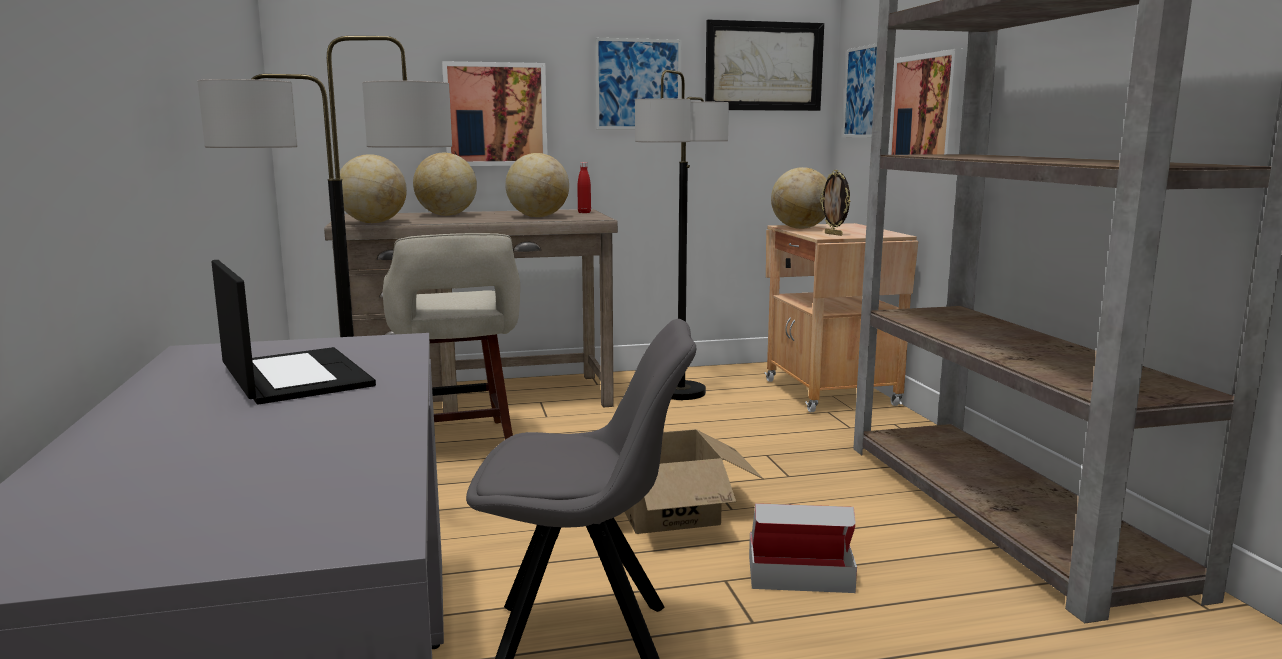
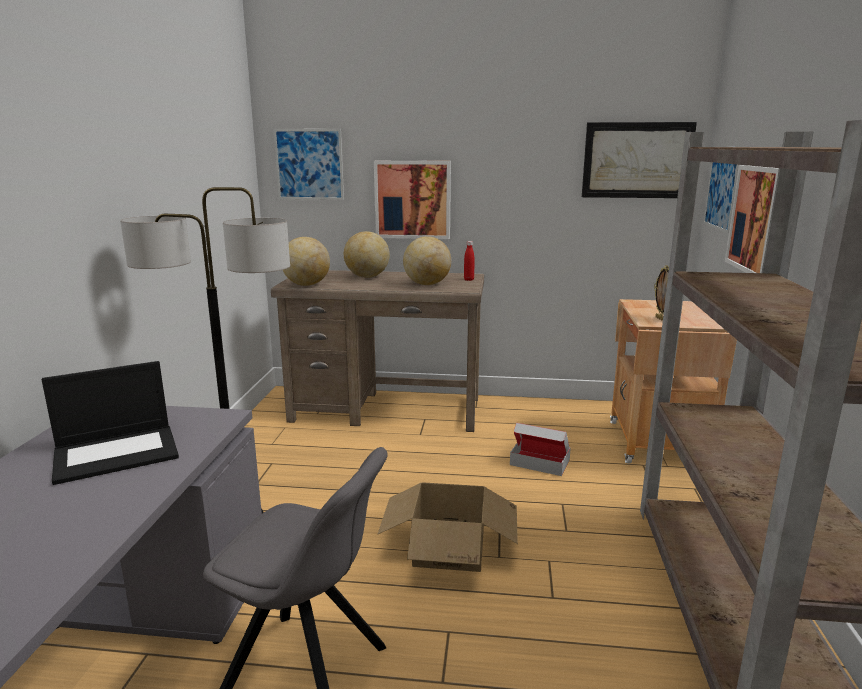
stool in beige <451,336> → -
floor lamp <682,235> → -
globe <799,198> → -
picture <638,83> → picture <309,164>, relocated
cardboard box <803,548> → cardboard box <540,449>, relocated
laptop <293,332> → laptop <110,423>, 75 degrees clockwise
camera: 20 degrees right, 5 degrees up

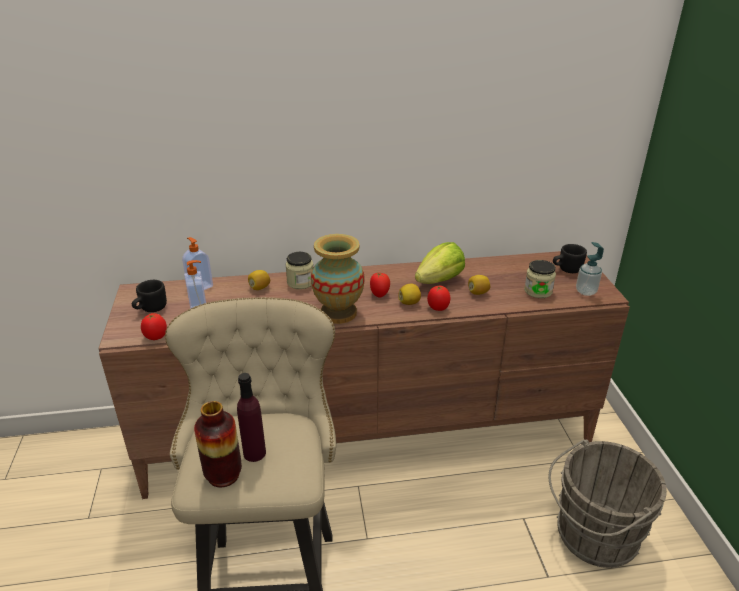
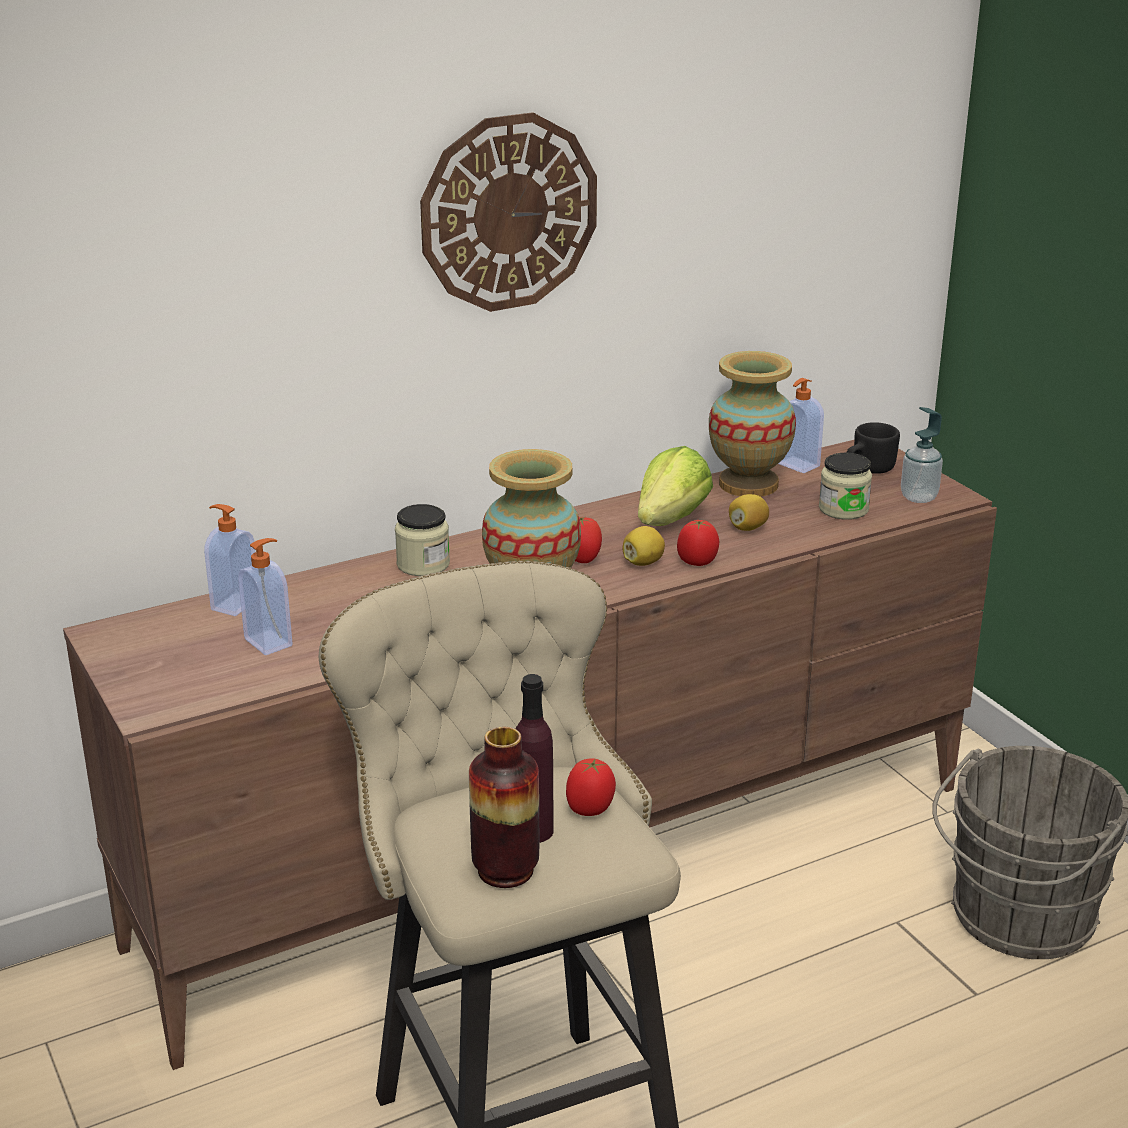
mug in black <149,296> → -
lemon <259,280> → -
- → wall clock <508,212>
- → vase <752,424>
- → soap dispenser <801,425>
tomato <154,326> → tomato <591,787>, relocated
camera: 20 degrees left, 5 degrees down

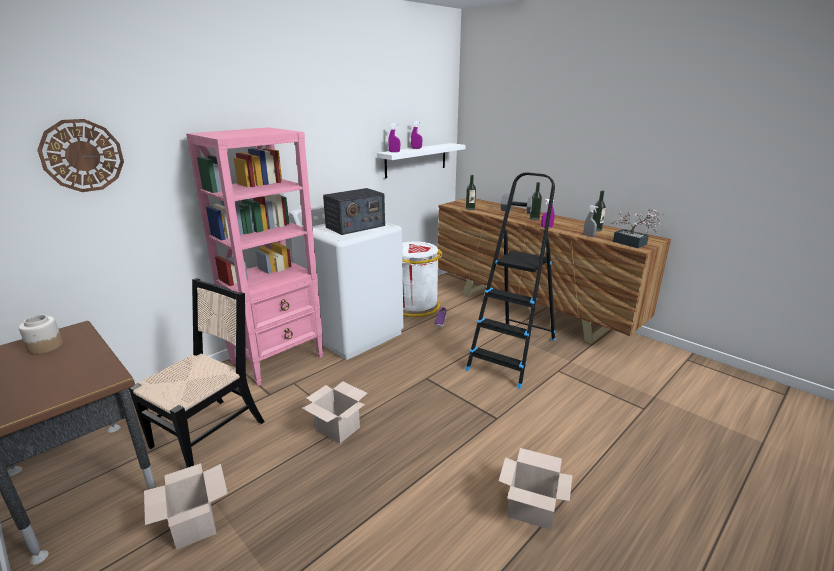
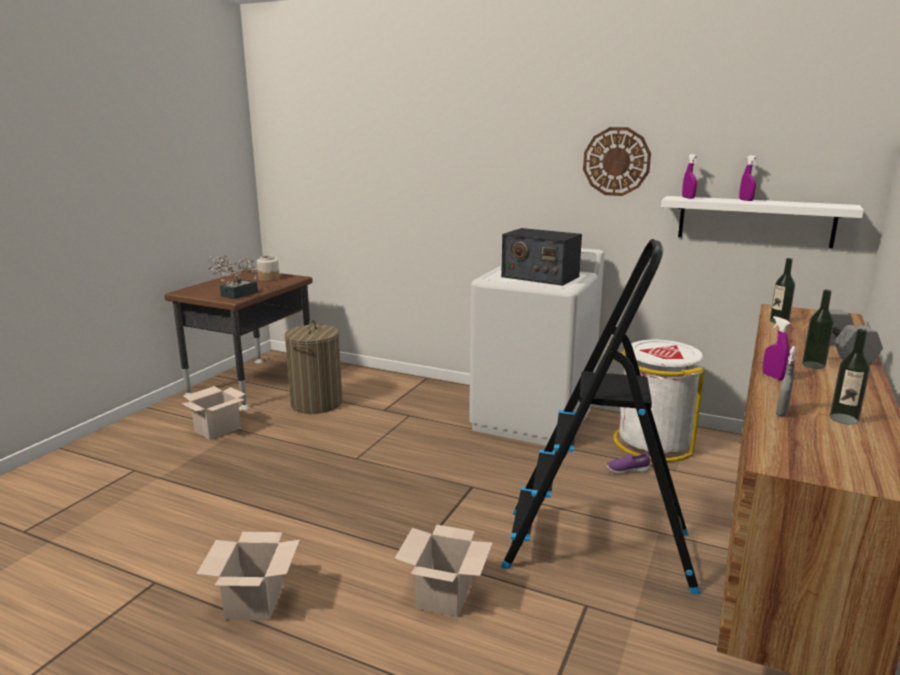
bookcase in pink <254,256> → -
wall clock <80,155> → wall clock <617,161>, relocated
cardboard box <334,412> → cardboard box <443,571>, relocated
potted plant <637,228> → potted plant <233,277>, relocated
chair <196,373> → laundry basket <313,367>
camera: 70 degrees right, 5 degrees down

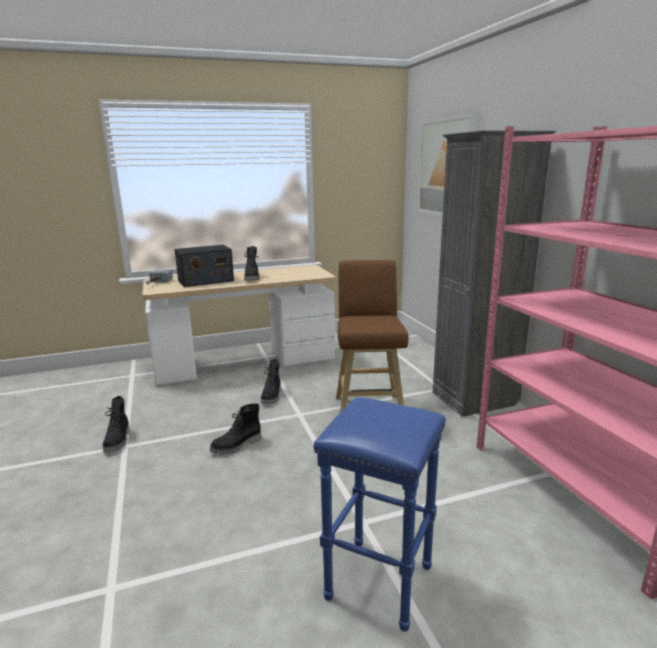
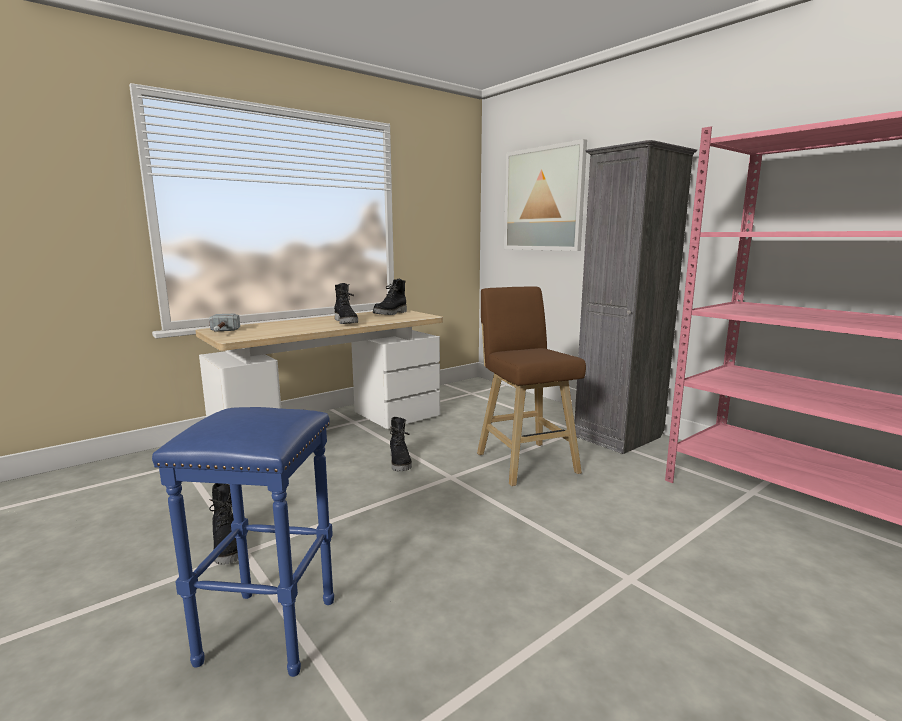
radio <204,266> → -
boot in black <235,428> → boot in black <390,297>, relocated
stool in blue <379,514> → stool in blue <243,542>, relocated
camera: 20 degrees left, 5 degrees down

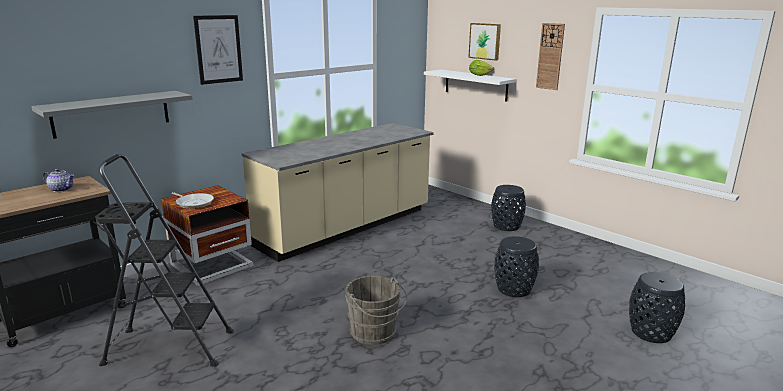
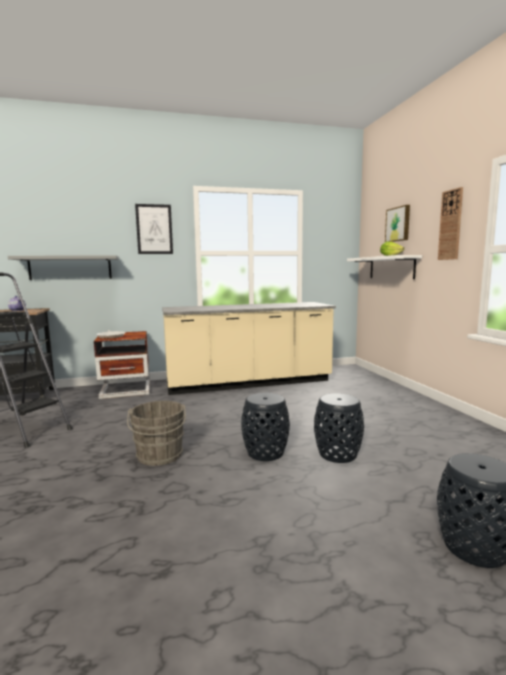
stool in black <508,208> → stool in black <265,427>, relocated
camera: 30 degrees right, 10 degrees down

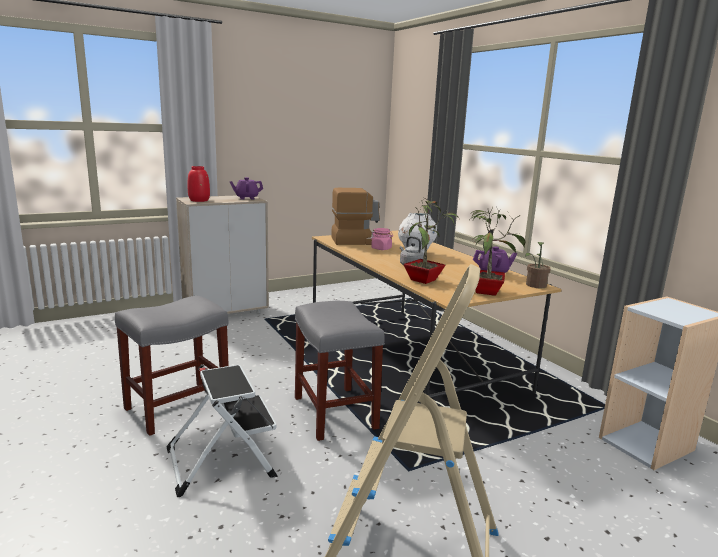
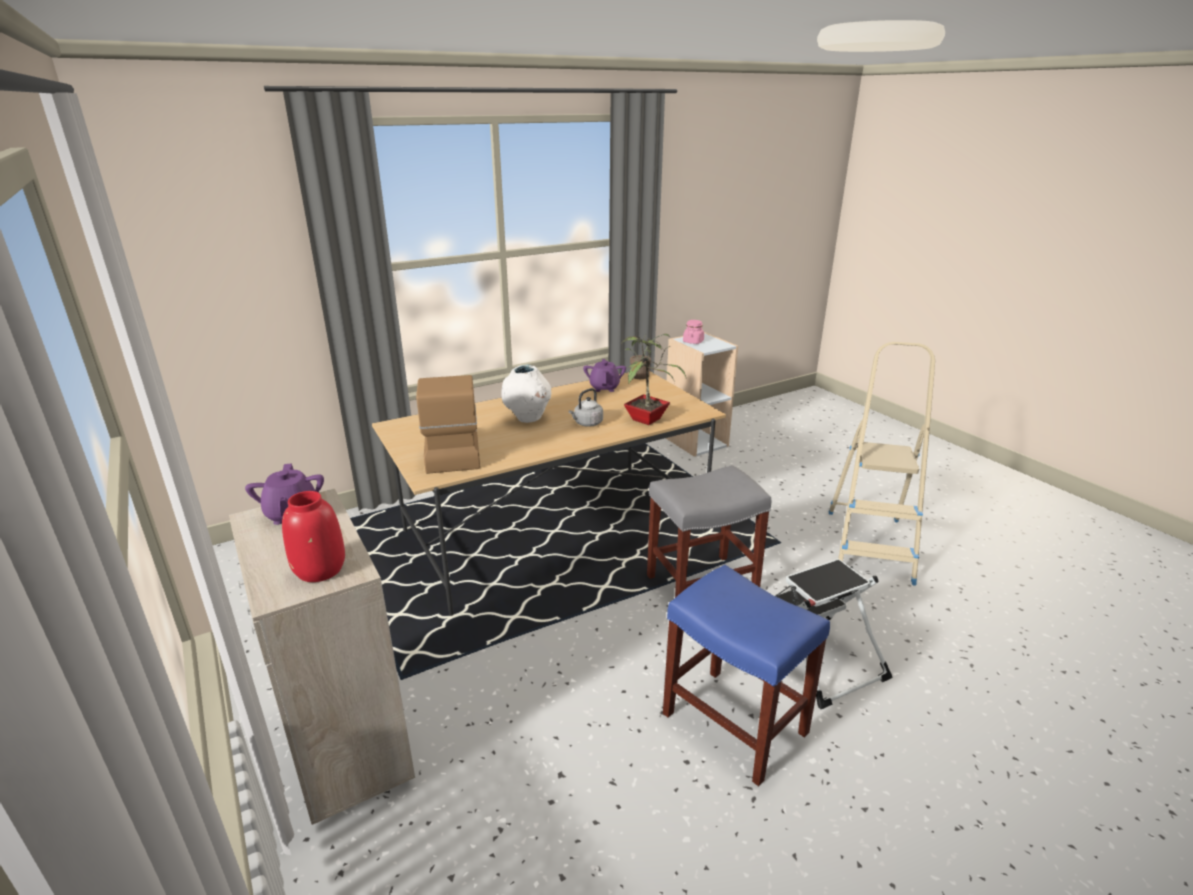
potted plant <497,251> → -
jar in pink <382,239> → jar in pink <693,332>, relocated
stool in grey <172,365> → stool in blue <746,675>
camera: 90 degrees left, 10 degrees up

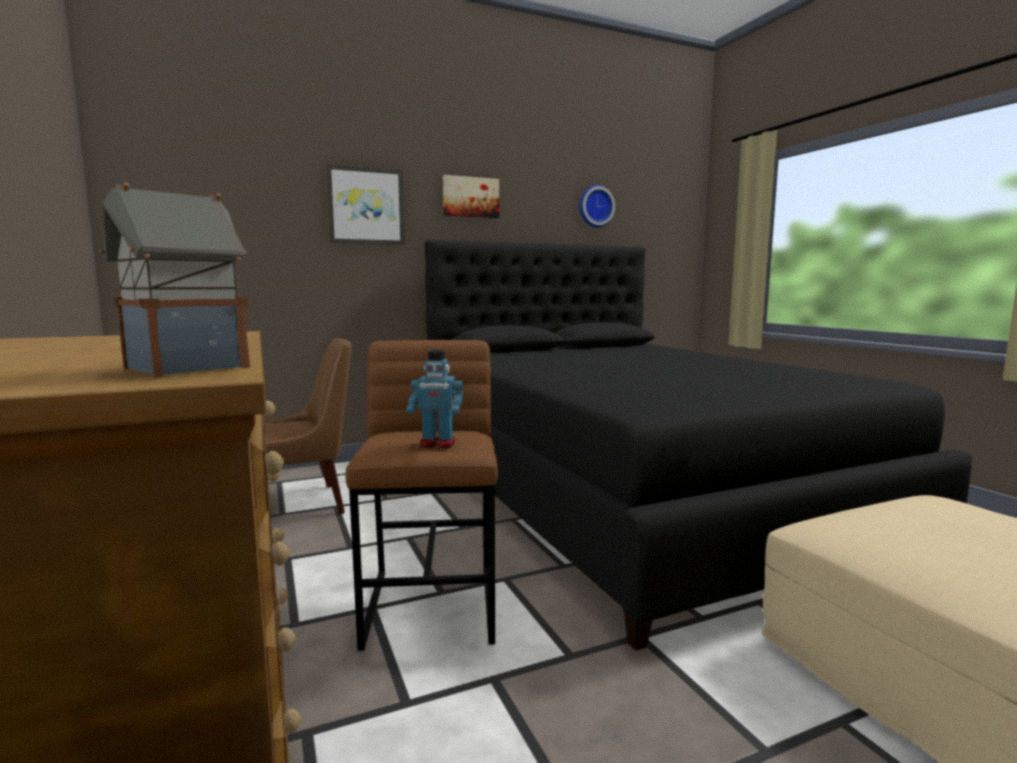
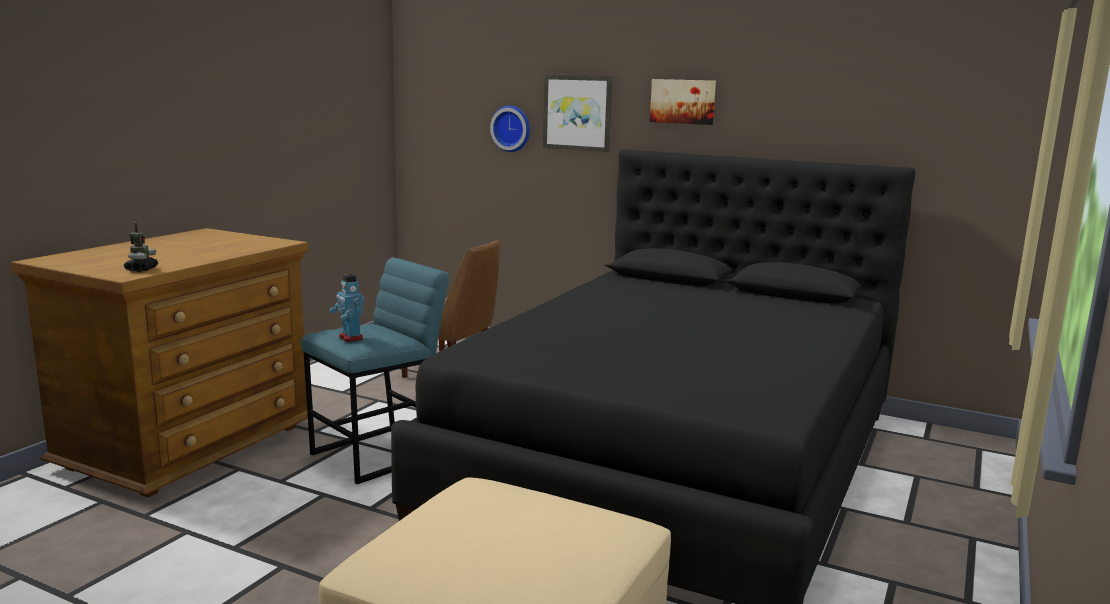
wall clock <597,206> → wall clock <510,129>, relocated
toy house <174,280> → toy robot <141,247>
stool in brown <421,495> → stool in blue <375,371>
camera: 50 degrees right, 5 degrees up

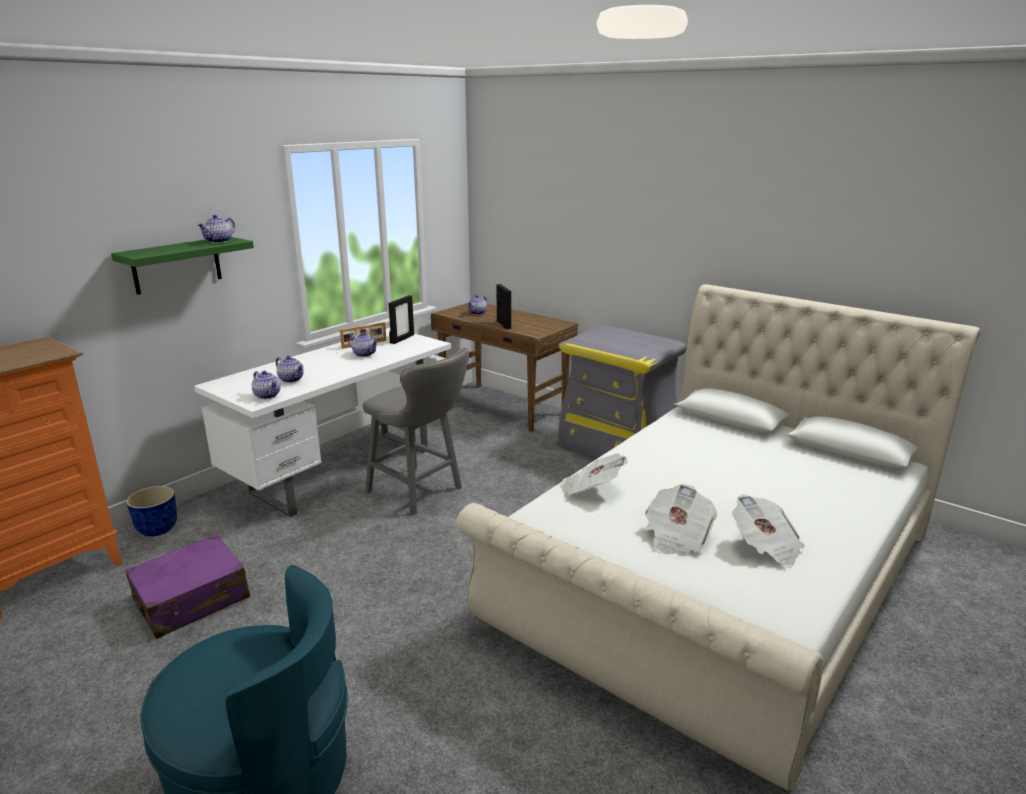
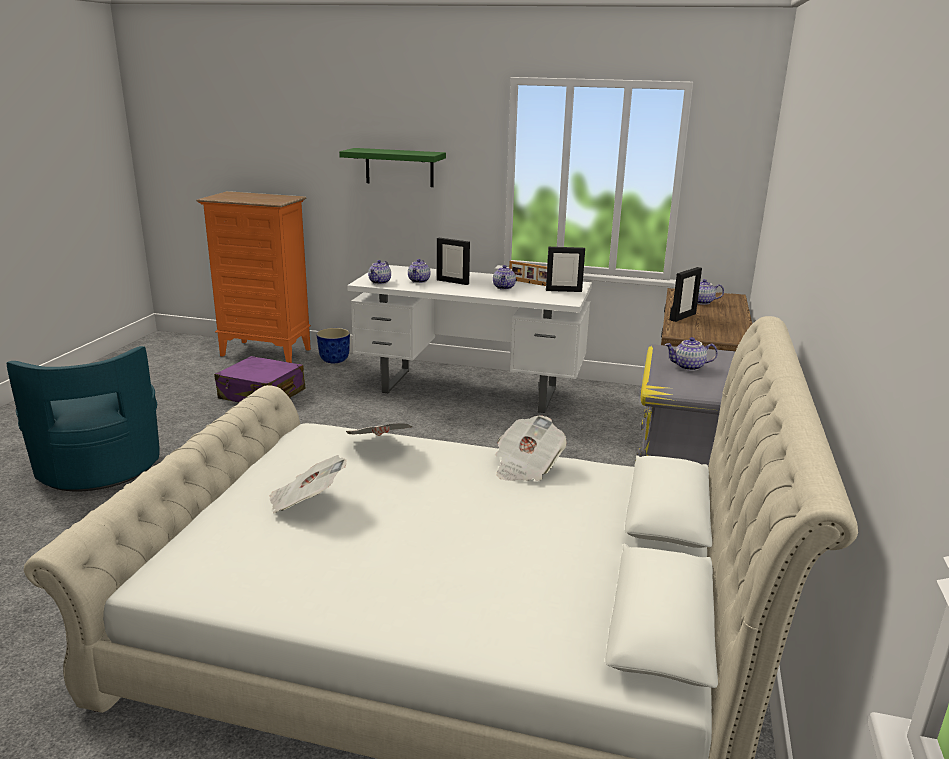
stool in grey <416,431> → -
- → picture frame <453,261>
teapot <216,229> → teapot <691,354>, relocated
newspaper <768,531> → newspaper <531,448>, relocated
camera: 65 degrees right, 0 degrees up

